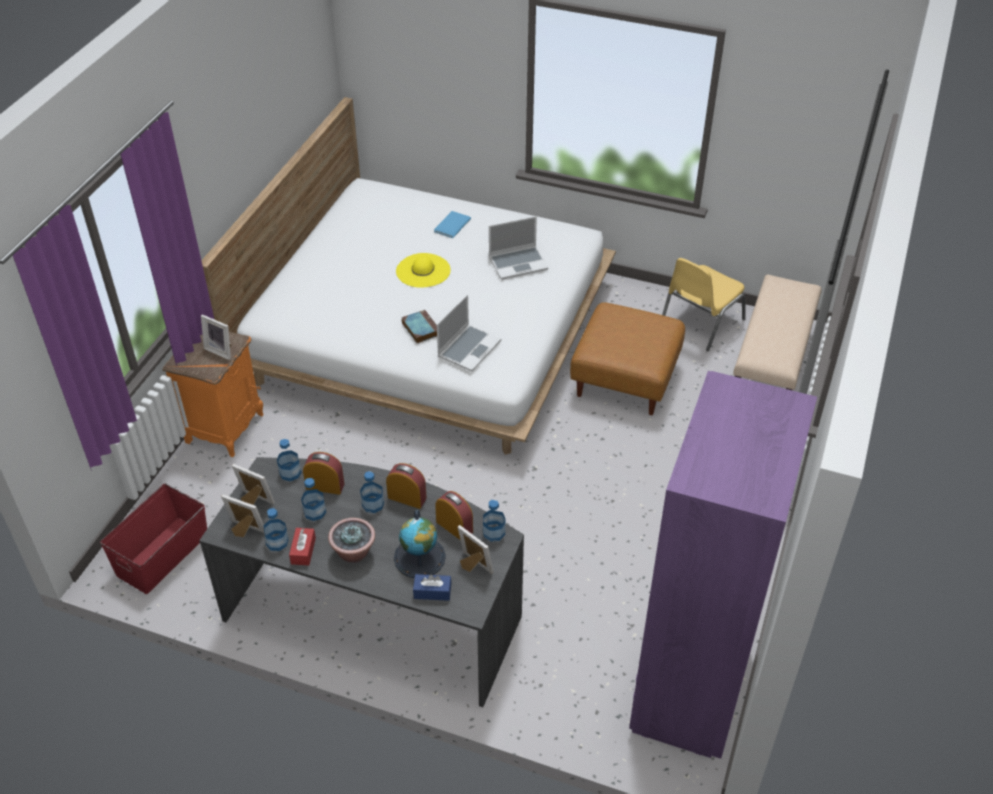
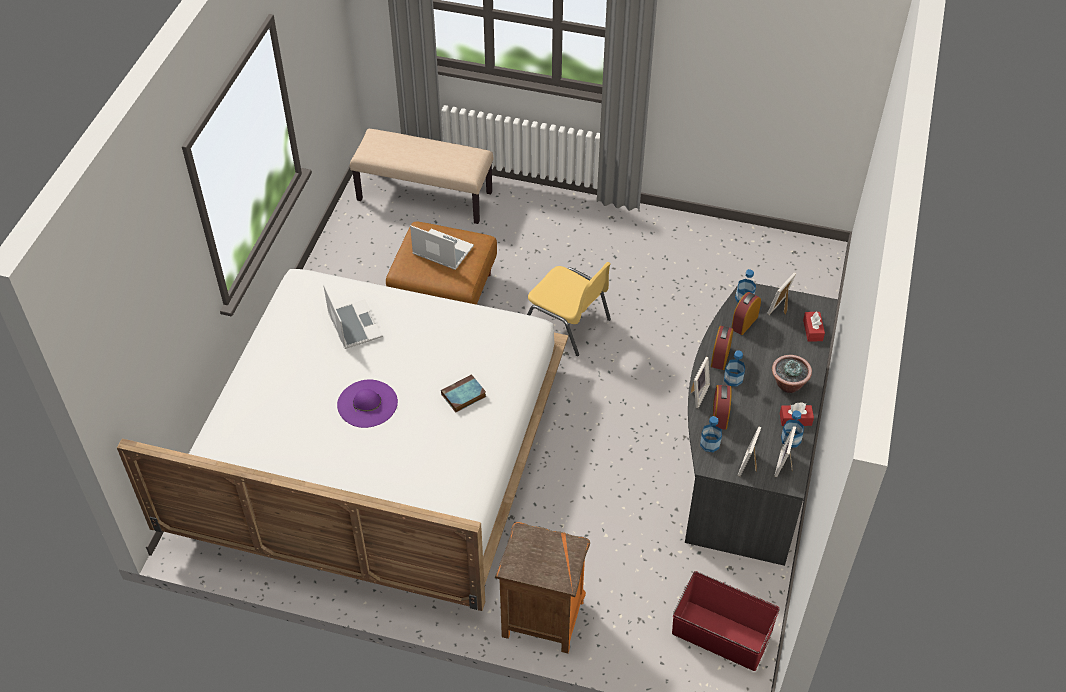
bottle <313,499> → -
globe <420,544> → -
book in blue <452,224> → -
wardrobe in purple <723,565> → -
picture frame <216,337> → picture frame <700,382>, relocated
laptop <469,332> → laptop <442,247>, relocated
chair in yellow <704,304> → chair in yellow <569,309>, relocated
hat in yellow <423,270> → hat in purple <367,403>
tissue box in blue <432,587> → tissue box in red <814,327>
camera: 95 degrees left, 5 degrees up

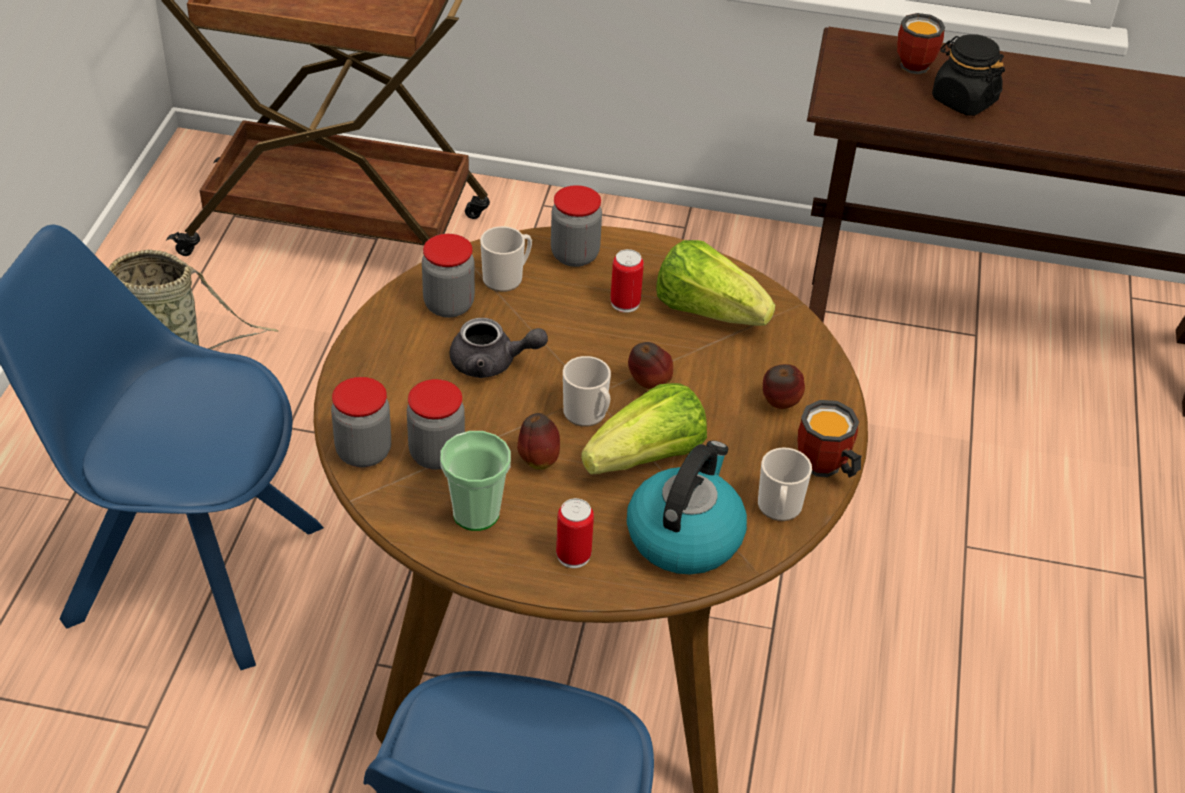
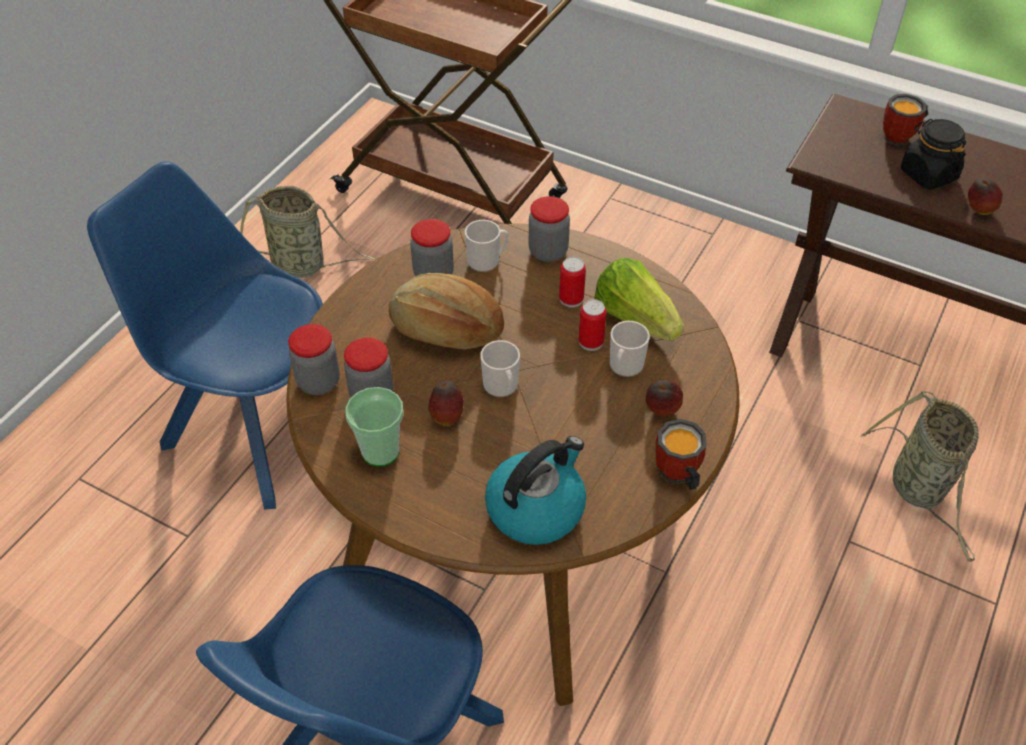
lettuce <644,428> → -
- → basket <920,476>
can <575,533> → can <592,325>, relocated
apple <650,365> → apple <985,196>, relocated
mug <785,484> → mug <630,349>, relocated
teapot in grey <498,348> → bread <446,311>
camera: 20 degrees right, 5 degrees up

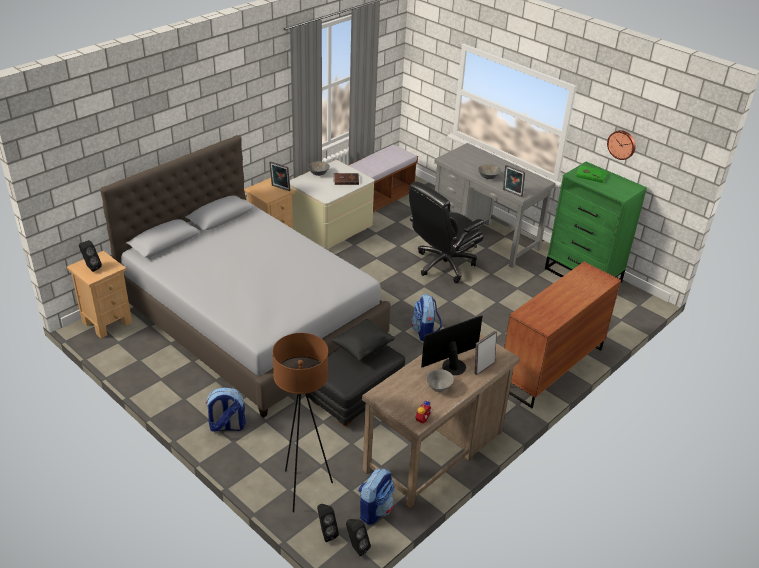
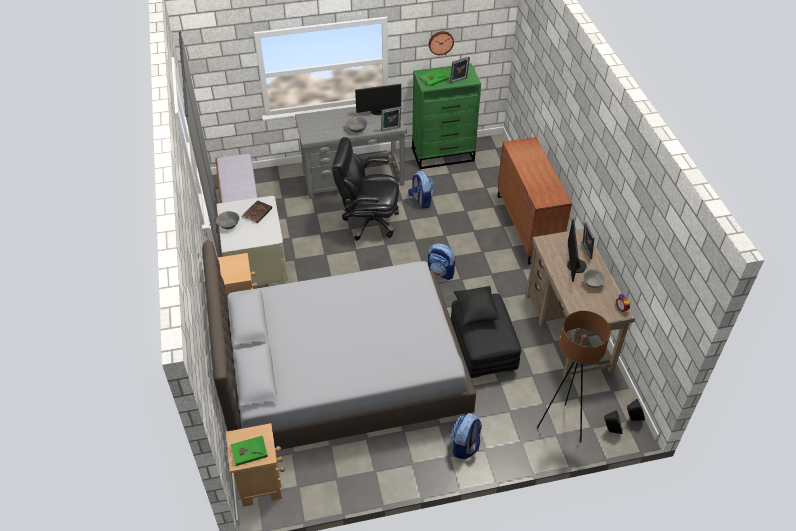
- → monitor <378,99>
picture frame <279,176> → picture frame <460,70>, relocated
backpack <376,496> → backpack <421,190>, relocated
speaker in black <90,256> → book in green <249,451>
office chair in black <446,232> → office chair in black <365,189>, 105 degrees clockwise
camera: 55 degrees left, 10 degrees up

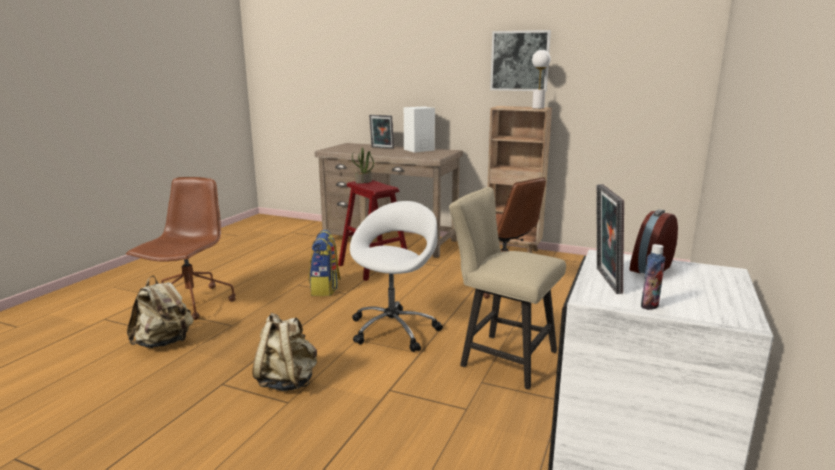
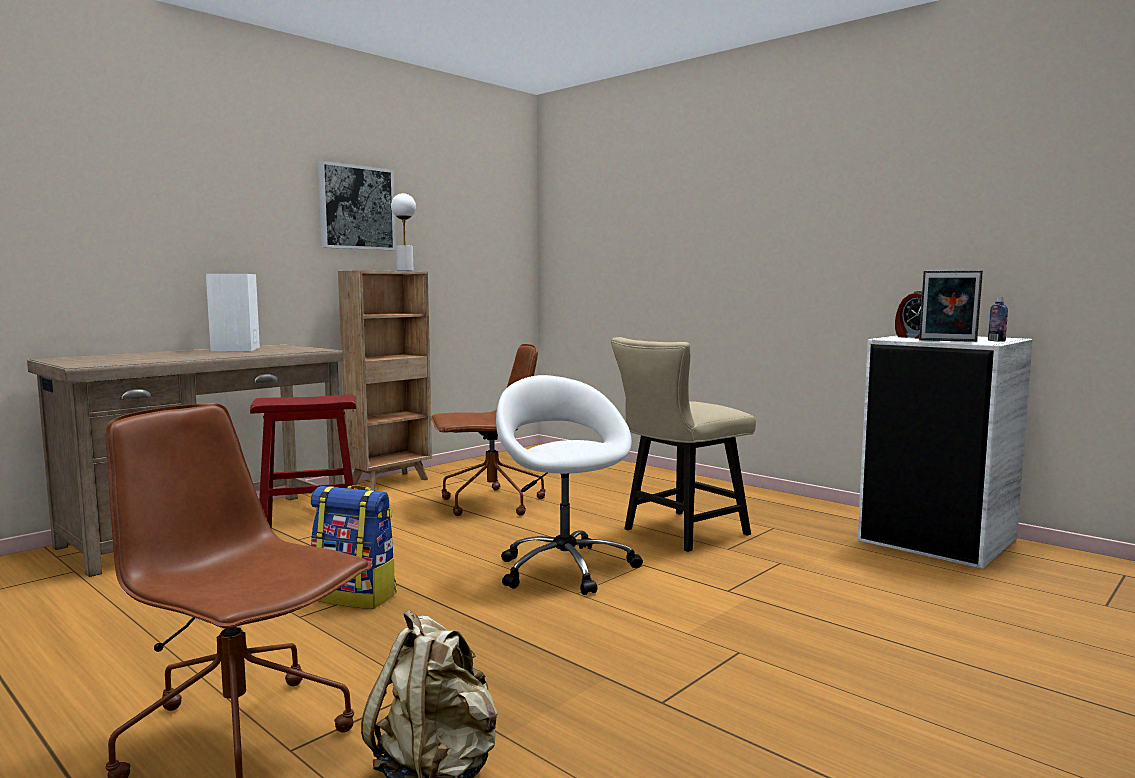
backpack in beige <284,352> → -
potted plant <363,165> → -
picture frame <381,132> → -
camera: 70 degrees left, 10 degrees down

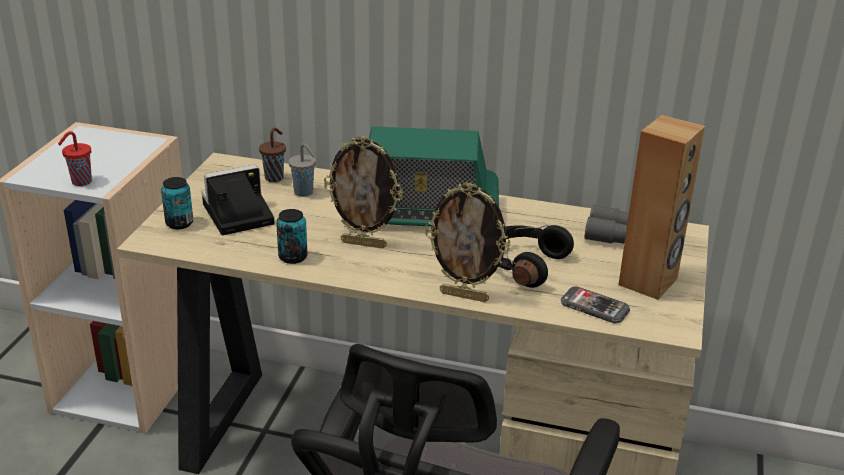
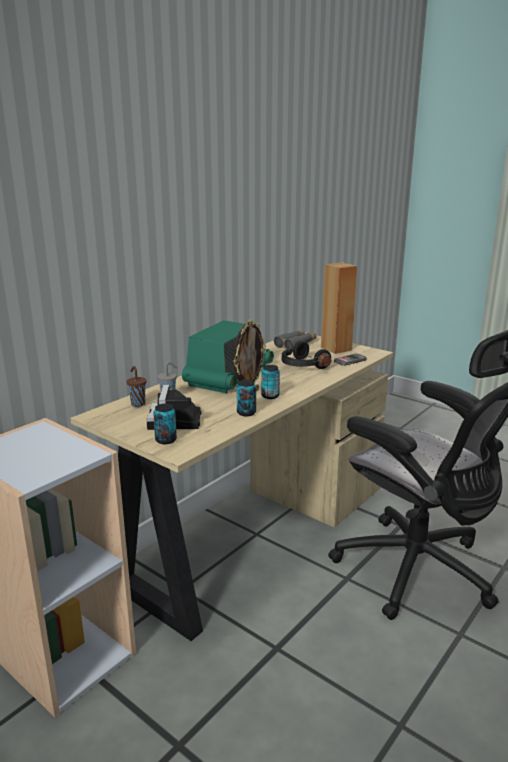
cup in red <75,158> → -
picture frame <467,242> → -
- → can <270,382>
camera: 65 degrees left, 10 degrees down

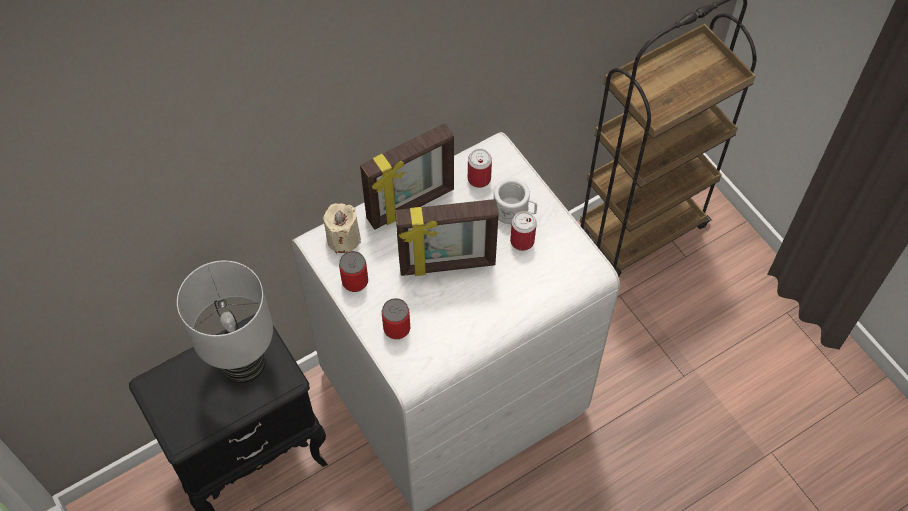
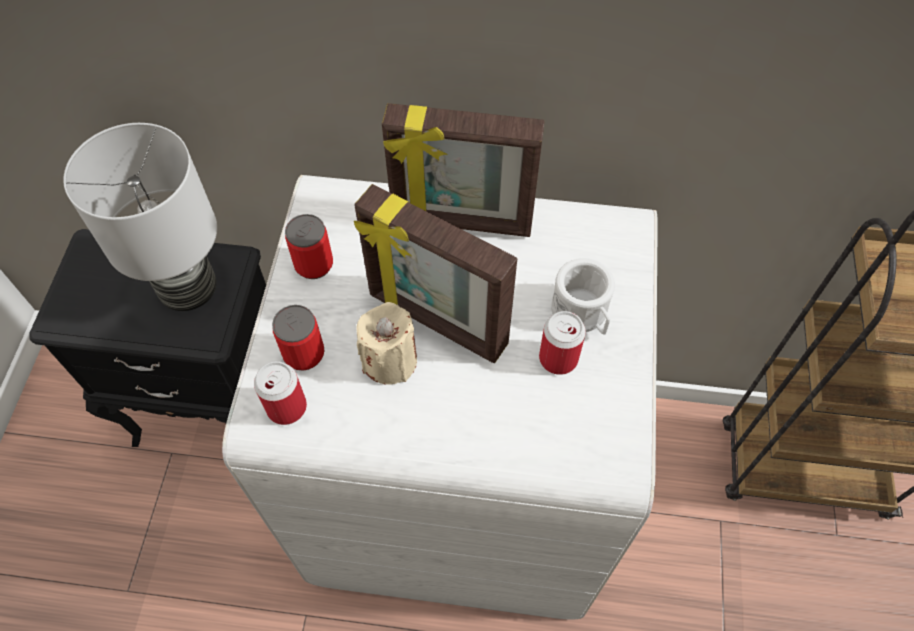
candle in beige <342,228> → candle in beige <386,343>, relocated
can <480,168> → can <280,393>, relocated
camera: 40 degrees right, 0 degrees up

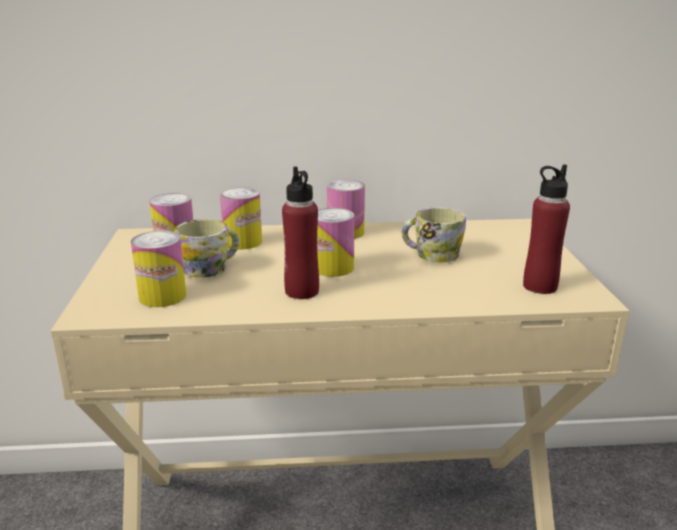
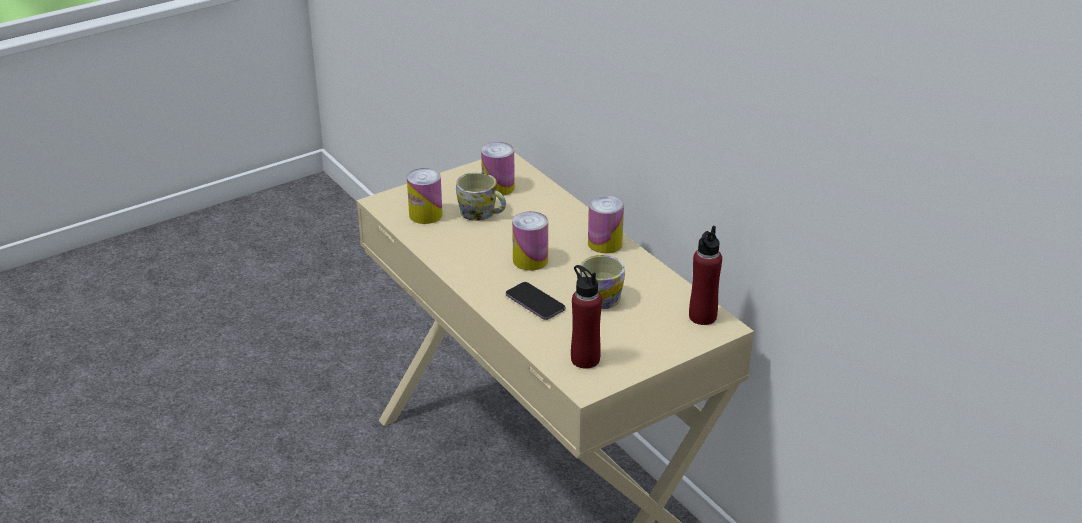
can <241,218> → -
- → phone <535,301>
bottle in red <300,233> → bottle in red <705,275>, relocated
camera: 60 degrees right, 10 degrees up

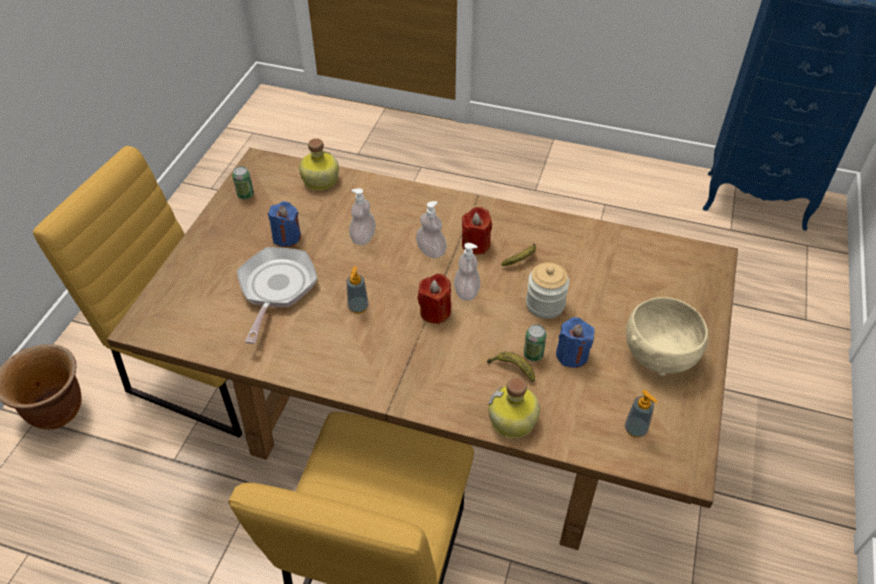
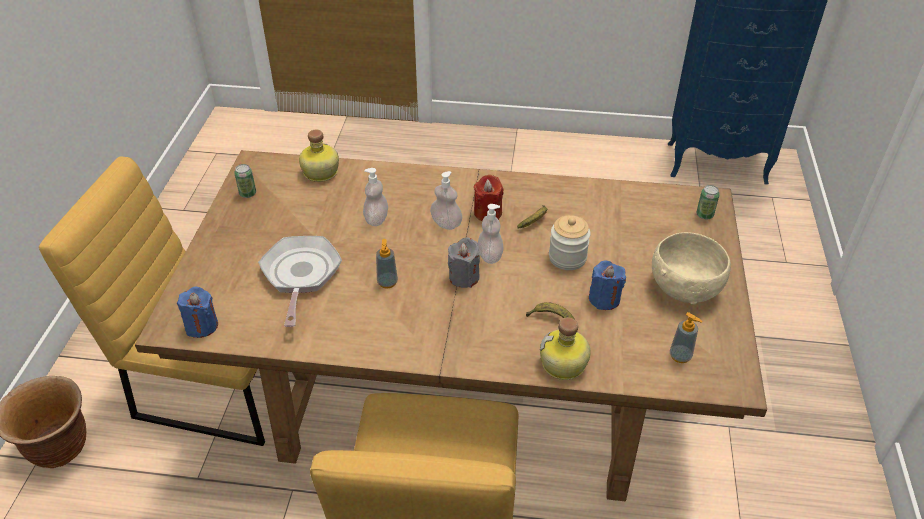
candle in blue <284,224> → candle in blue <197,312>, relocated
can <535,342> → can <708,202>, relocated
candle in red <434,298> → candle in grey <464,263>
camera: 10 degrees left, 5 degrees down

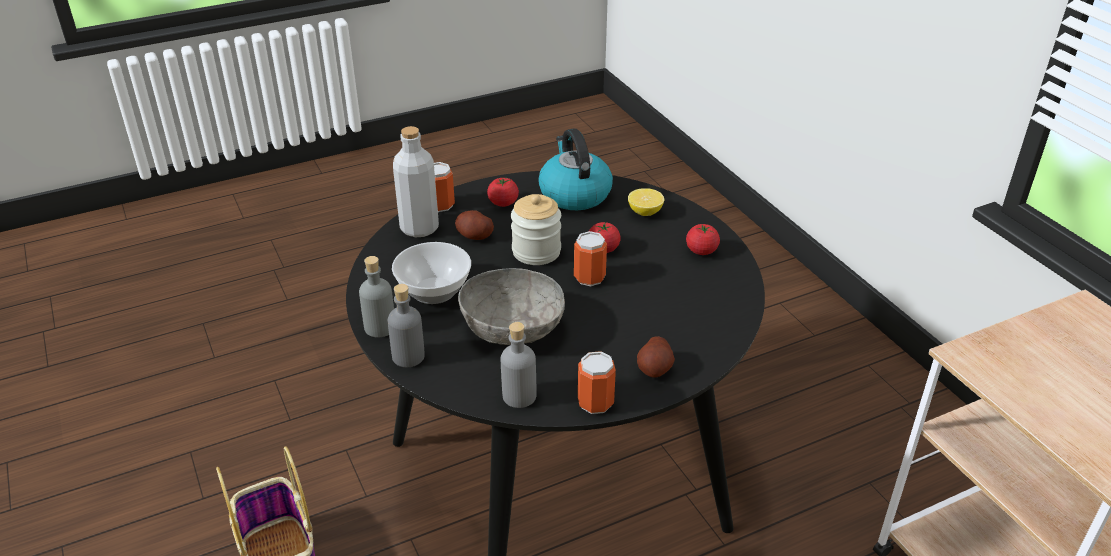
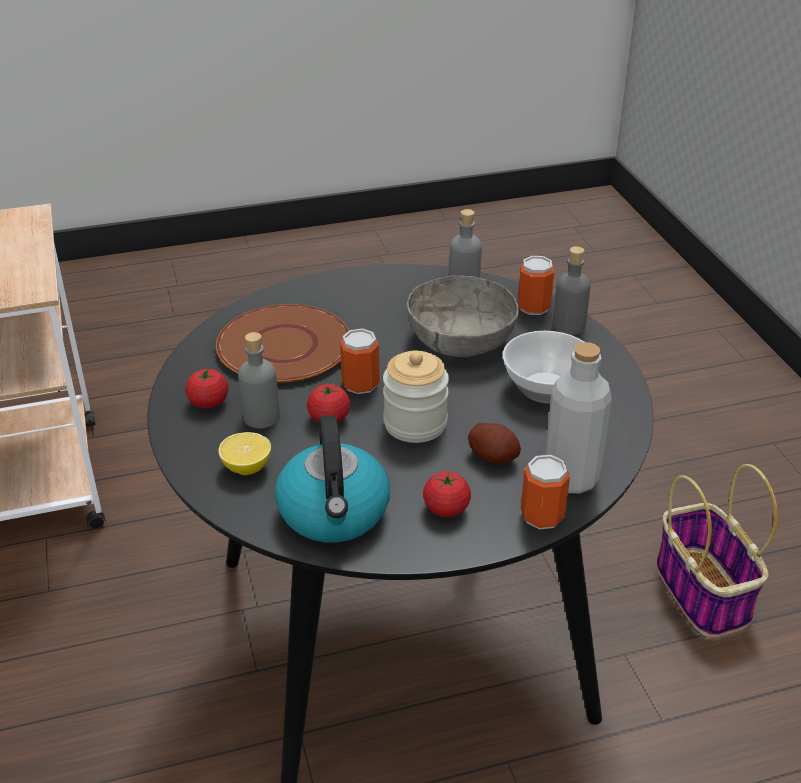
potato <656,357> → -
- → plate in brown <282,343>
bottle in grey <376,297> → bottle in grey <259,380>, relocated
can <597,382> → can <536,285>, relocated
camera: 170 degrees left, 0 degrees up

